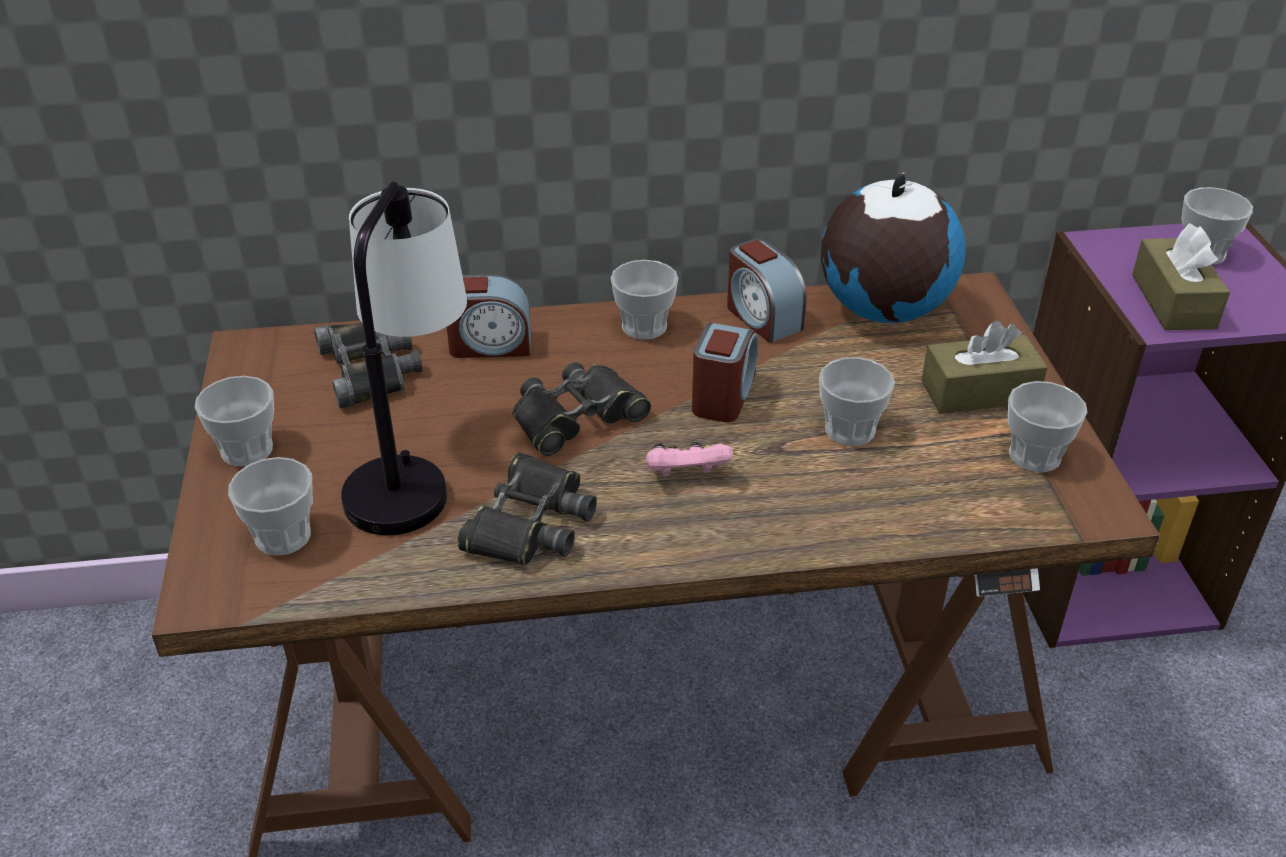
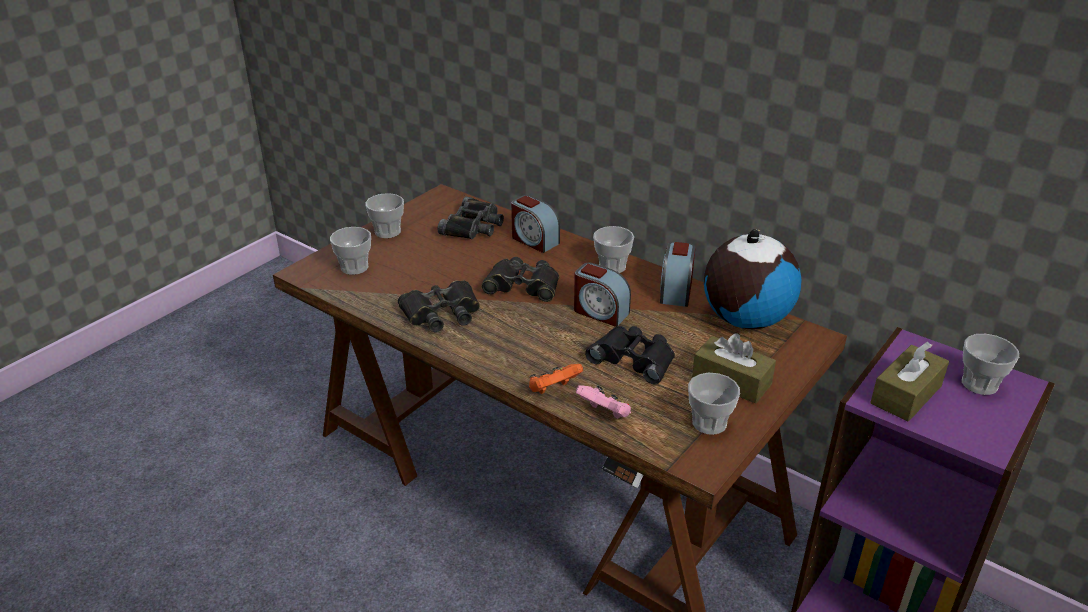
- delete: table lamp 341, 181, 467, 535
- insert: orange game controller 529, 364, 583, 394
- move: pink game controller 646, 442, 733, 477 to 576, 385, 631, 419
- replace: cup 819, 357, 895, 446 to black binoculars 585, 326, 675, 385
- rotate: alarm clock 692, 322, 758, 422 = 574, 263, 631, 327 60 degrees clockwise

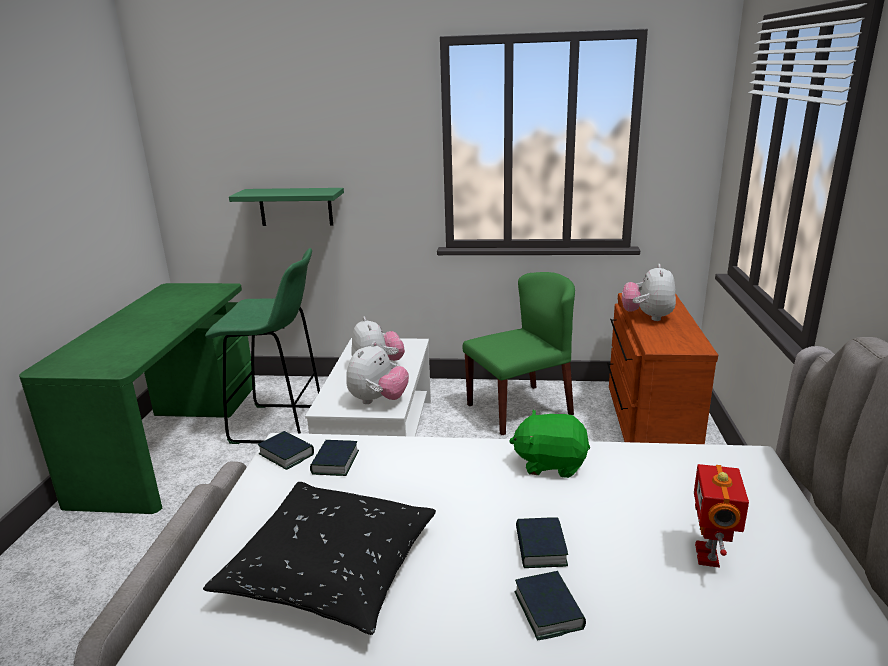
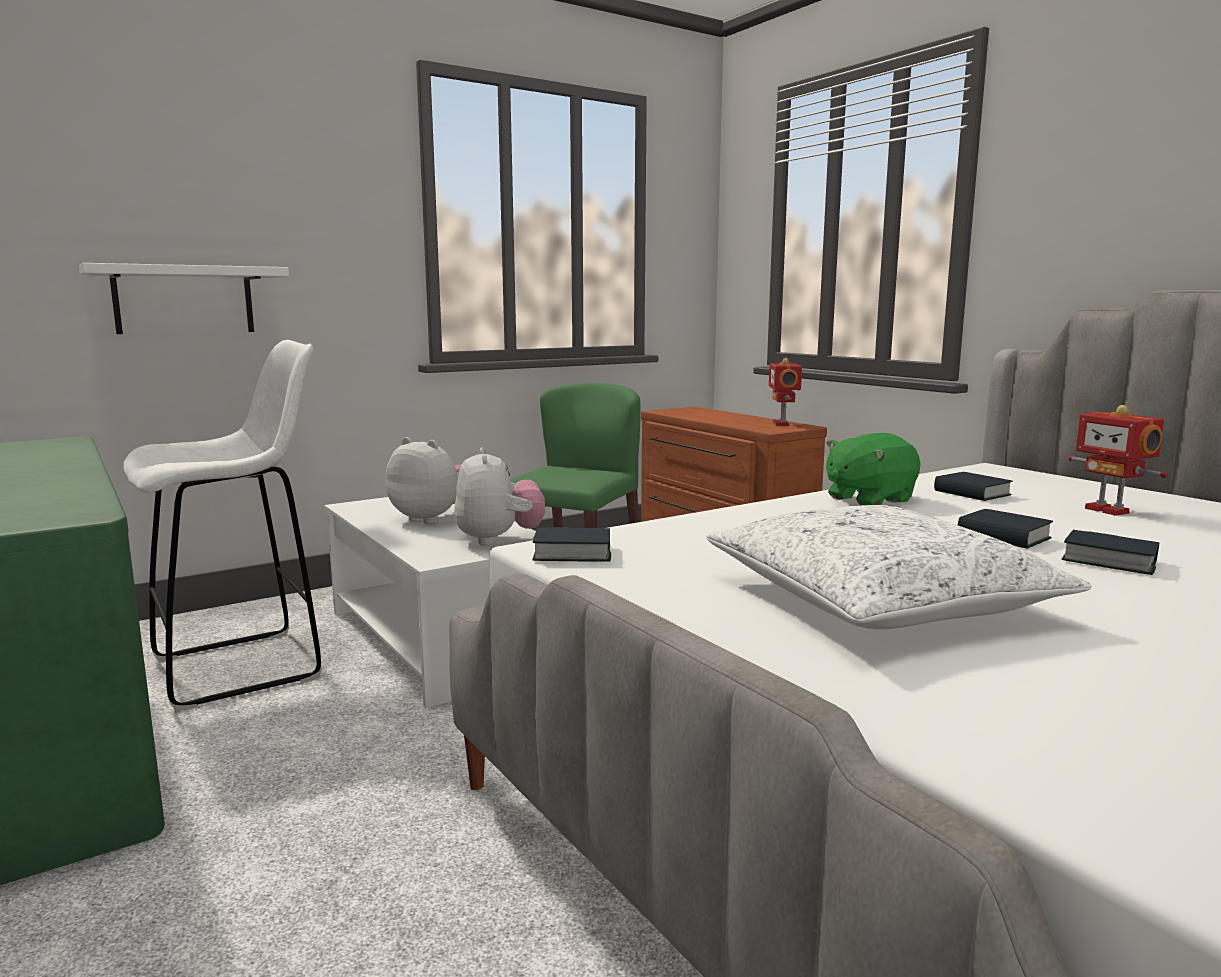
- delete: plush toy 622, 264, 676, 321
- insert: toy robot 769, 358, 802, 426
- move: book 310, 440, 359, 476 to 934, 472, 1013, 501
- recolor: black pillow 203, 482, 436, 635 to white pillow 706, 505, 1091, 629
- recolor: green stool 205, 248, 320, 444 to white stool 123, 340, 322, 711
- recolor: green shelf 229, 188, 344, 226 to white shelf 79, 263, 289, 334

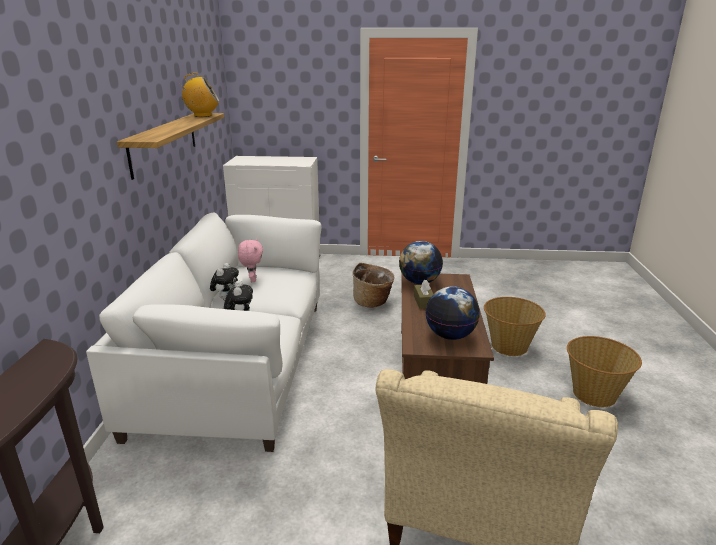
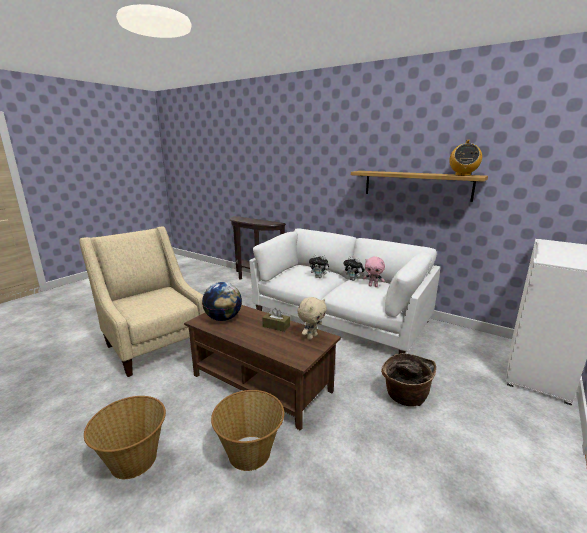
- replace: globe 399, 241, 443, 284 to beige plush toy 297, 297, 327, 340

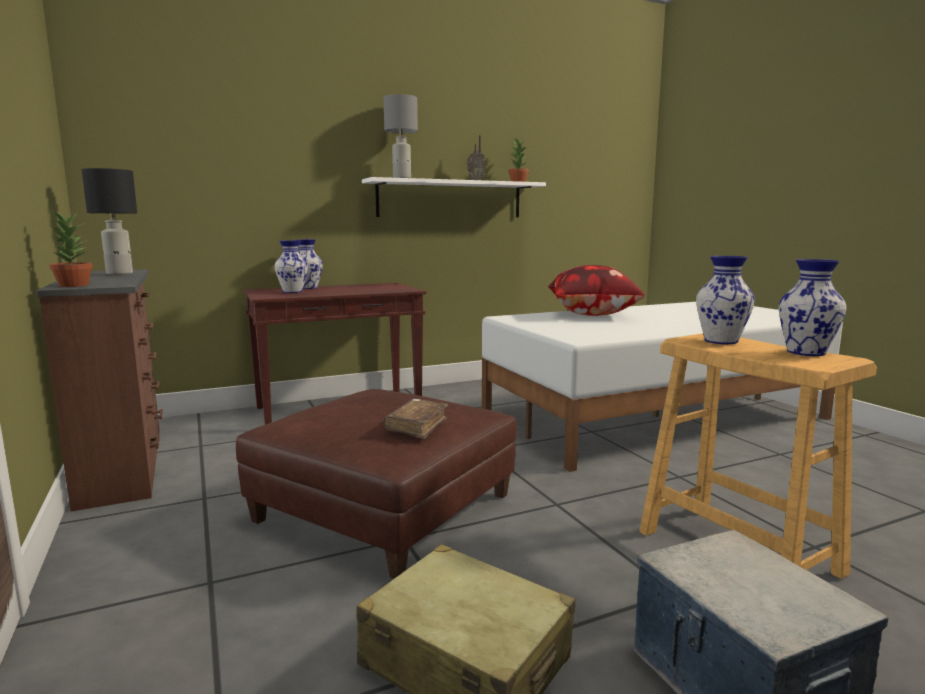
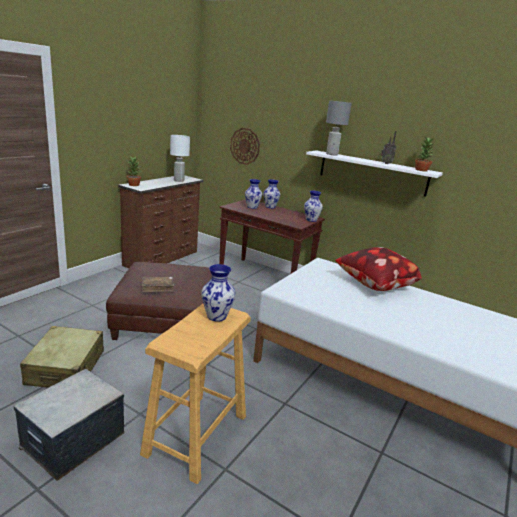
- insert: wall clock 230, 128, 260, 165
- move: vase 779, 259, 847, 356 to 304, 191, 323, 222
- recolor: black table lamp 82, 168, 137, 275 to white table lamp 170, 135, 190, 182

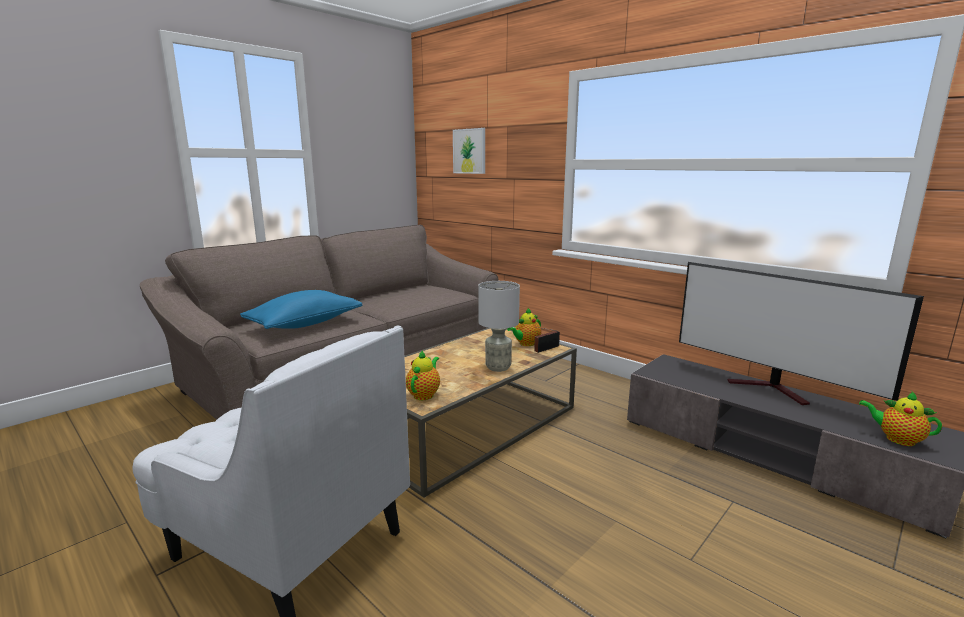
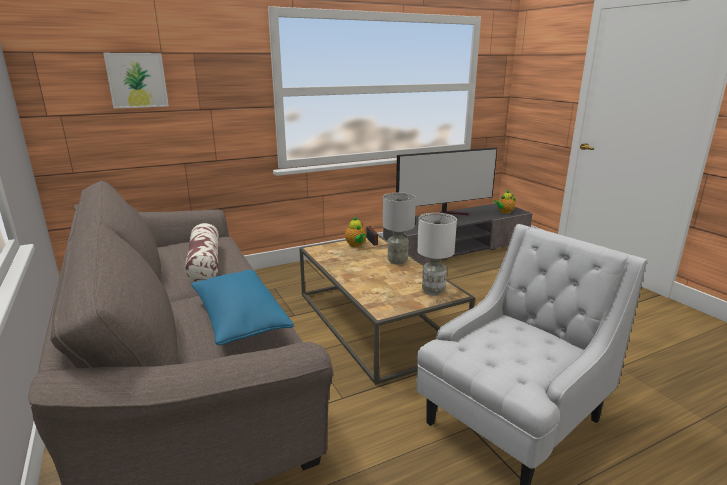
- insert: pillow 185, 223, 219, 282
- replace: teapot 406, 350, 440, 400 to white table lamp 417, 213, 457, 296

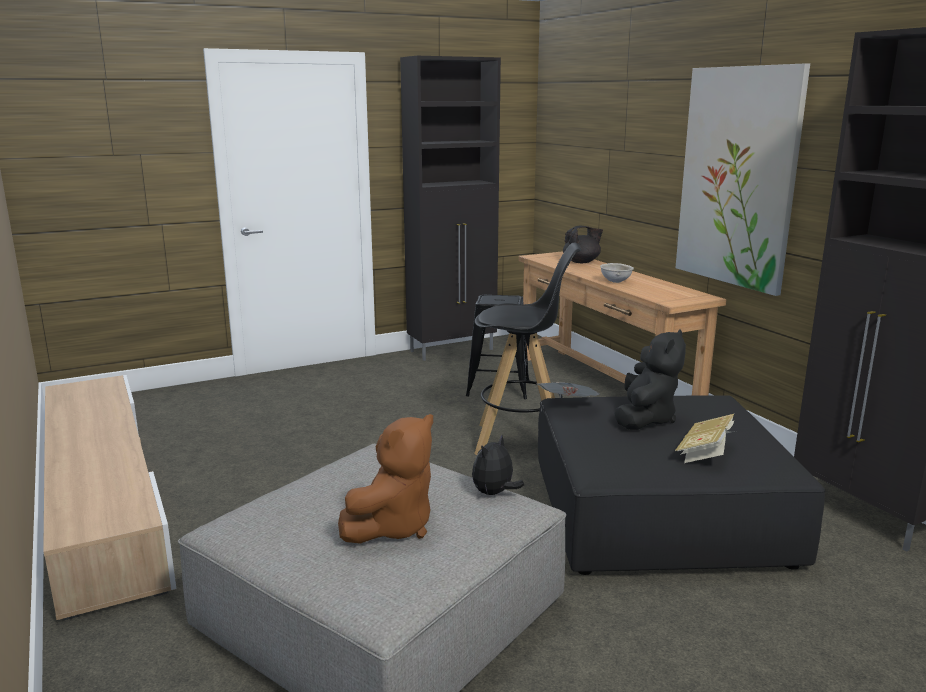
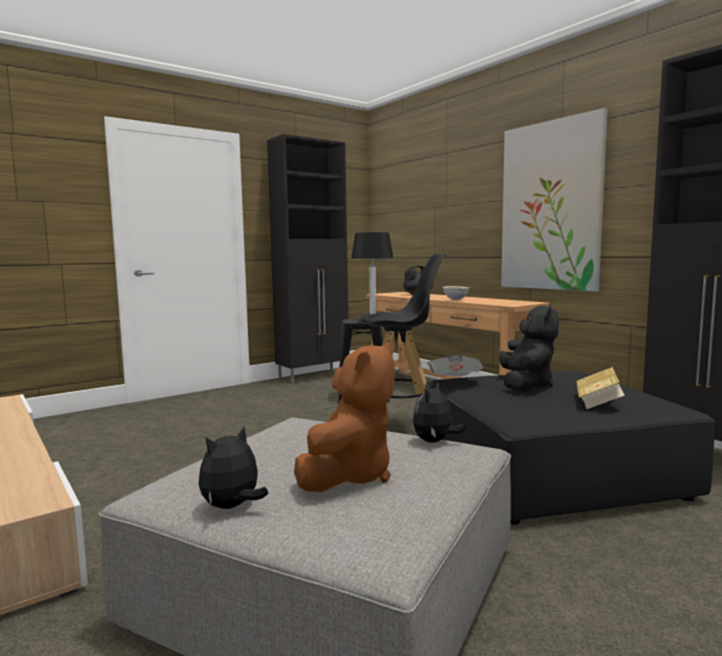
- insert: plush toy 199, 426, 268, 509
- insert: table lamp 351, 232, 394, 315

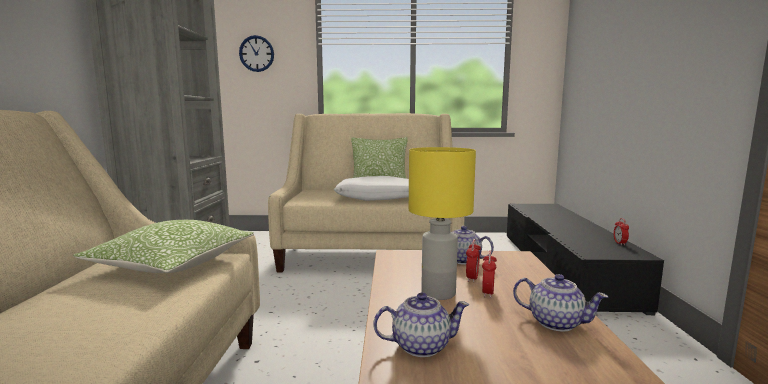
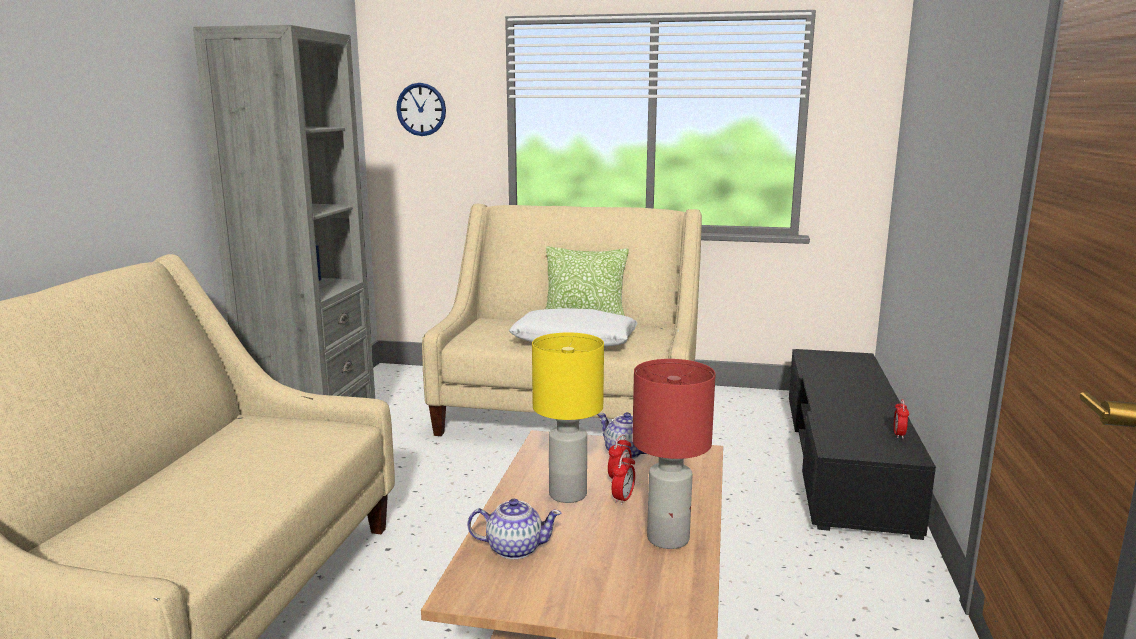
- delete: pillow 73, 220, 254, 273
- replace: teapot 513, 274, 608, 332 to red table lamp 632, 359, 716, 549

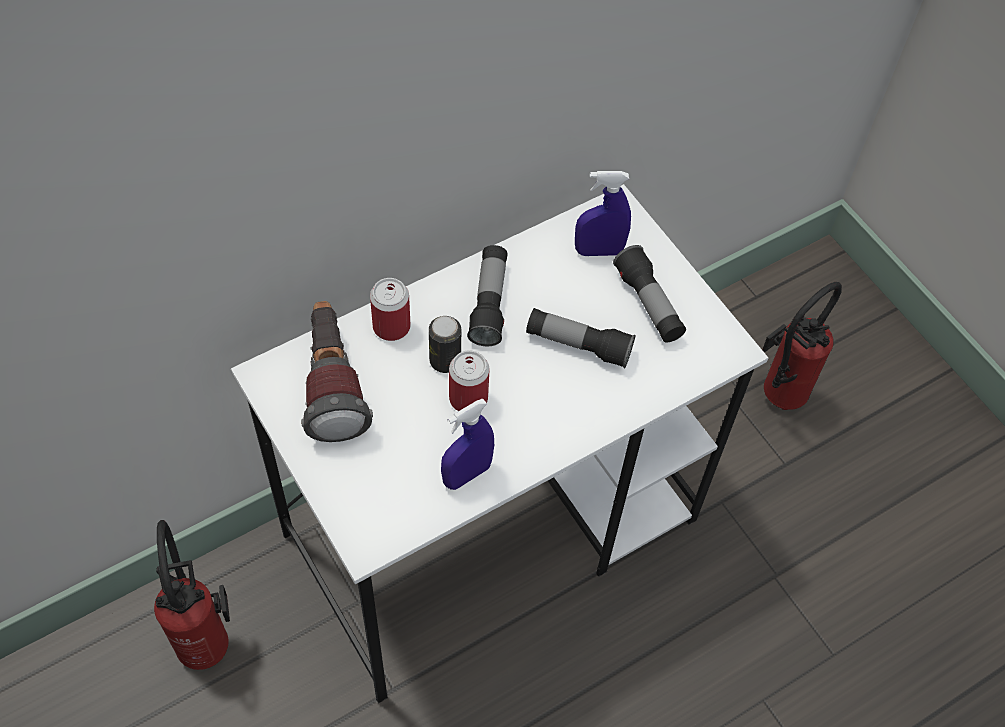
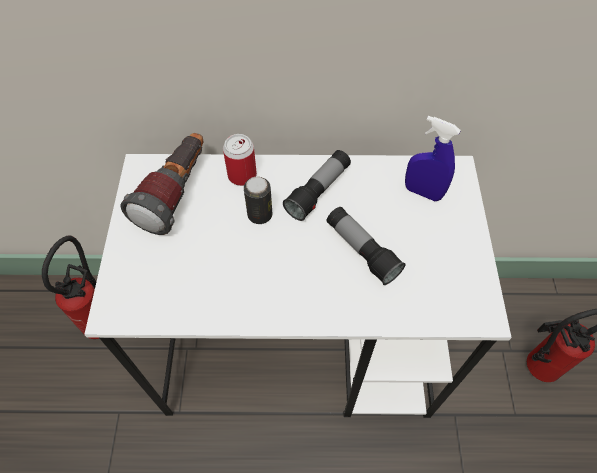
- delete: blue spray bottle 441, 399, 494, 490
- delete: can 449, 350, 490, 411
- delete: flashlight 613, 245, 686, 343

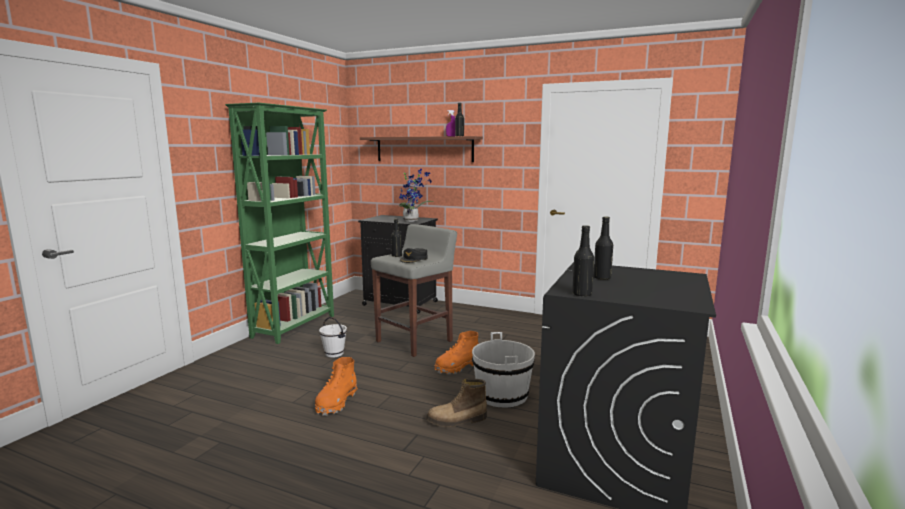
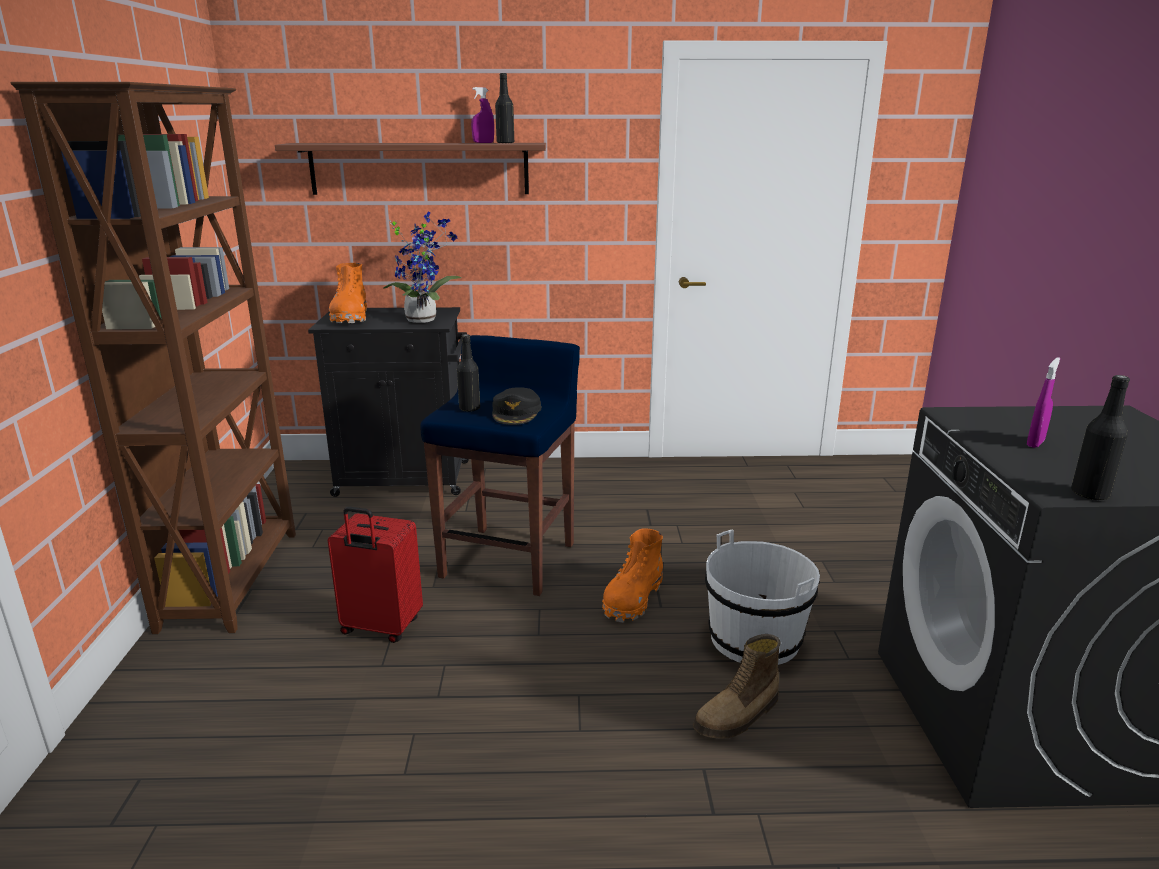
- move: orange boot 315, 357, 357, 416 to 329, 263, 367, 323
- replace: white bucket 319, 317, 347, 358 to red suitcase 328, 506, 423, 643
- replace: black bottle 593, 217, 613, 280 to purple spray bottle 1027, 357, 1060, 448
- recolor: green bookcase 225, 103, 334, 344 to brown bookcase 10, 82, 296, 634
- recolor: grey stool 371, 224, 457, 357 to blue stool 420, 335, 580, 596

